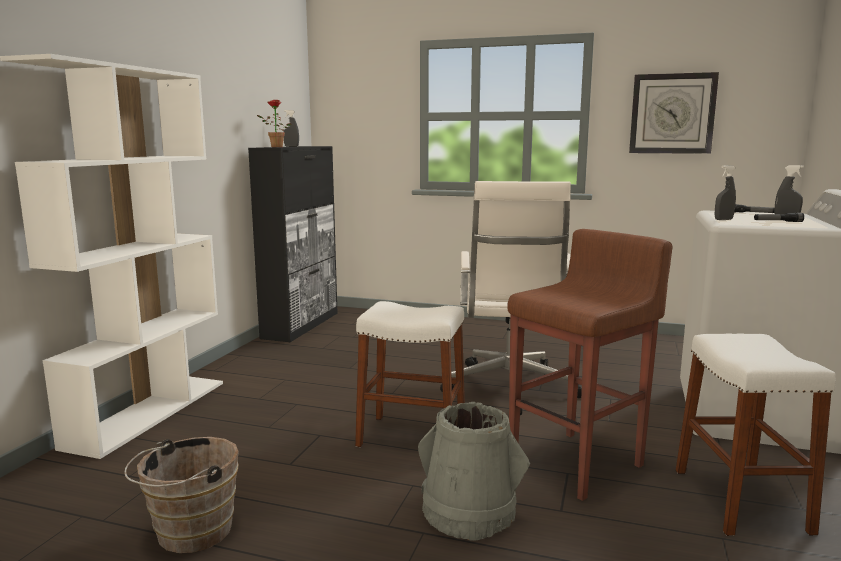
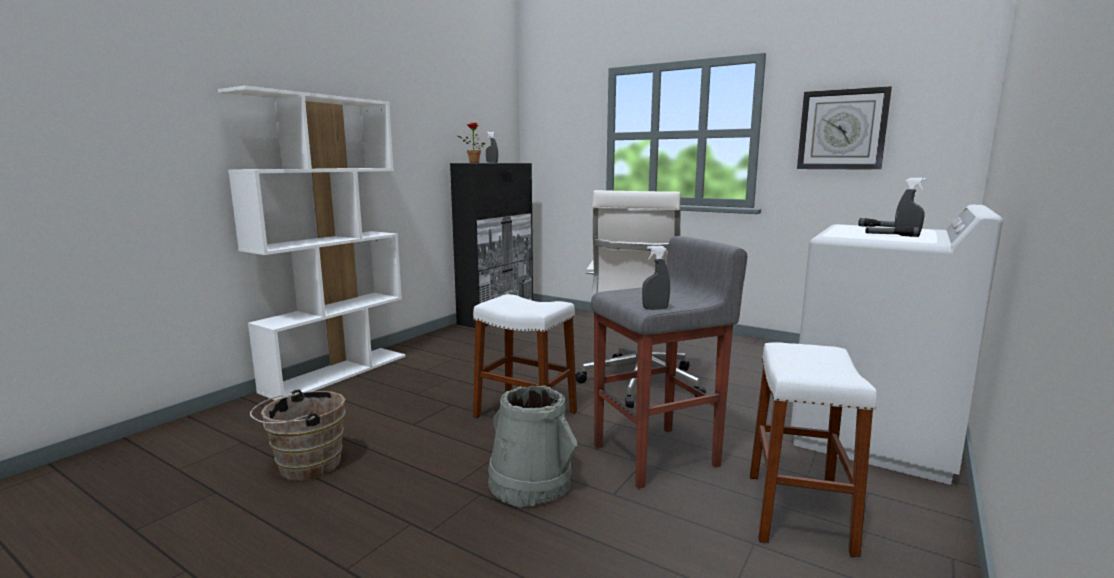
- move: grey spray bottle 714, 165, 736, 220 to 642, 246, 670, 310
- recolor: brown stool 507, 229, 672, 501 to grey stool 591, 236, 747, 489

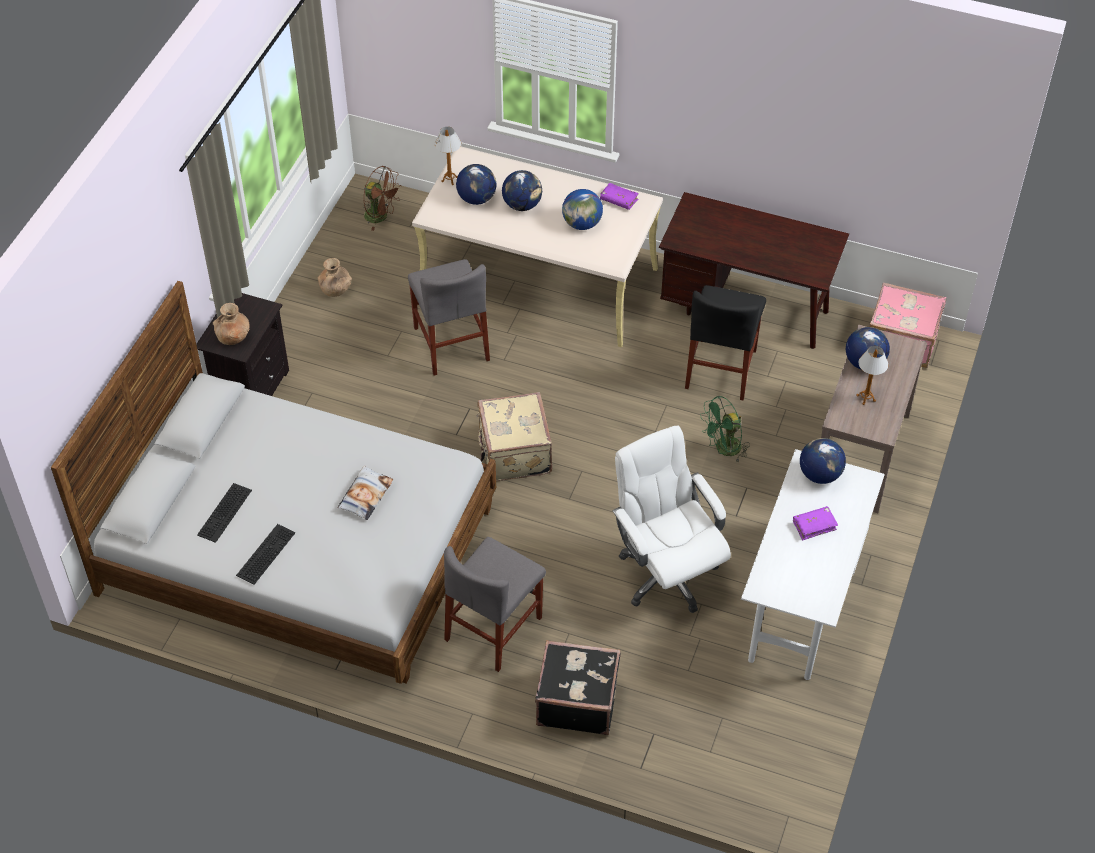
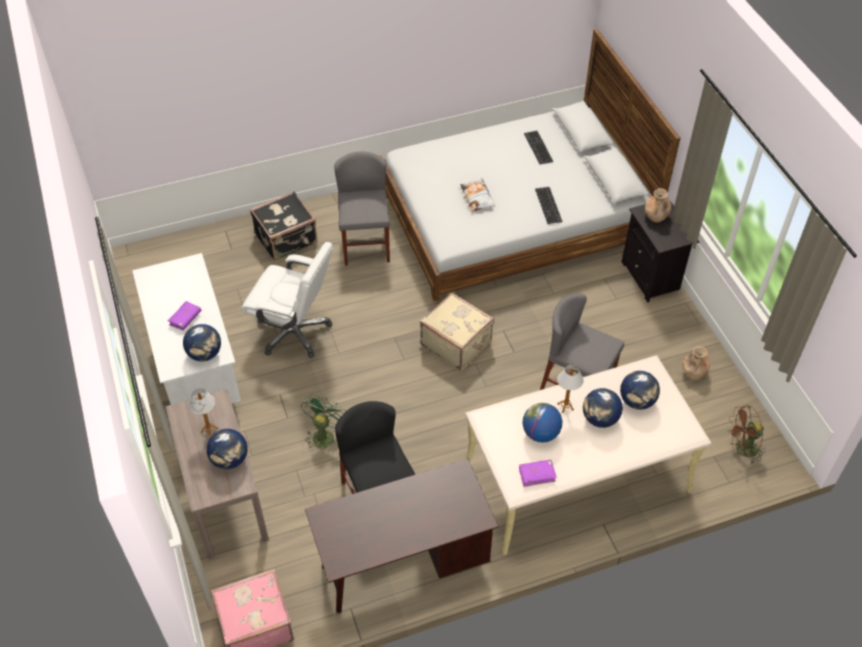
- move: keyboard 236, 524, 295, 584 to 535, 187, 563, 224
- move: table lamp 435, 127, 461, 185 to 557, 364, 583, 413

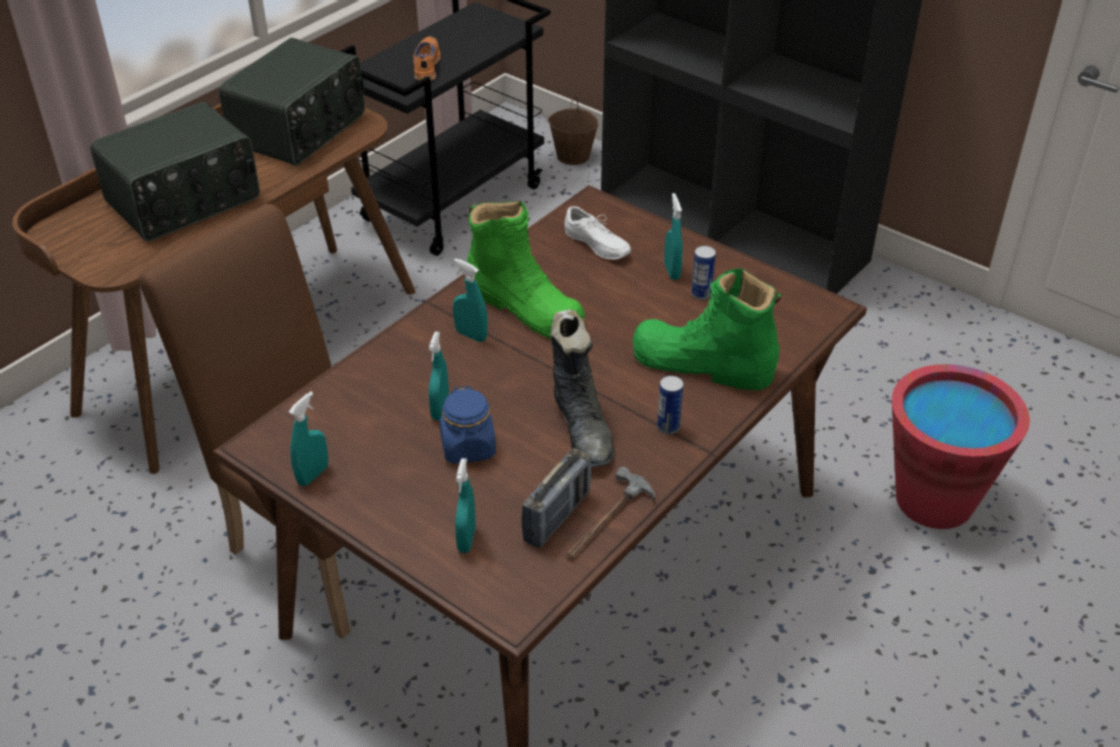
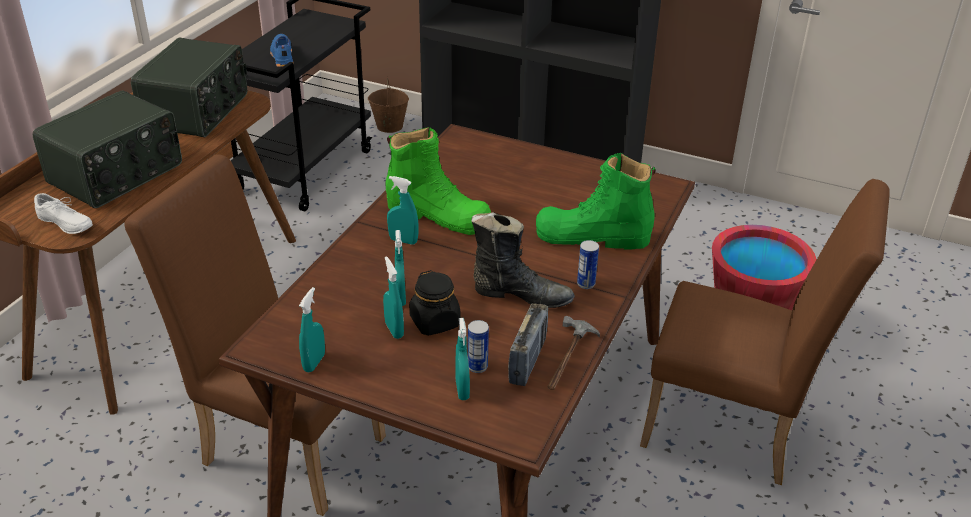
- insert: brown chair 640, 179, 890, 485
- move: white shoe 565, 206, 631, 259 to 34, 193, 93, 234
- move: turquoise spray bottle 664, 193, 683, 280 to 383, 256, 404, 339
- move: can 691, 246, 716, 300 to 468, 320, 489, 373
- recolor: orange shoe 413, 37, 440, 81 to blue shoe 270, 34, 294, 67
- recolor: blue jar 440, 386, 496, 464 to black jar 409, 270, 461, 336
- rotate: black boot 550, 309, 614, 467 = 471, 212, 575, 308 45 degrees counterclockwise

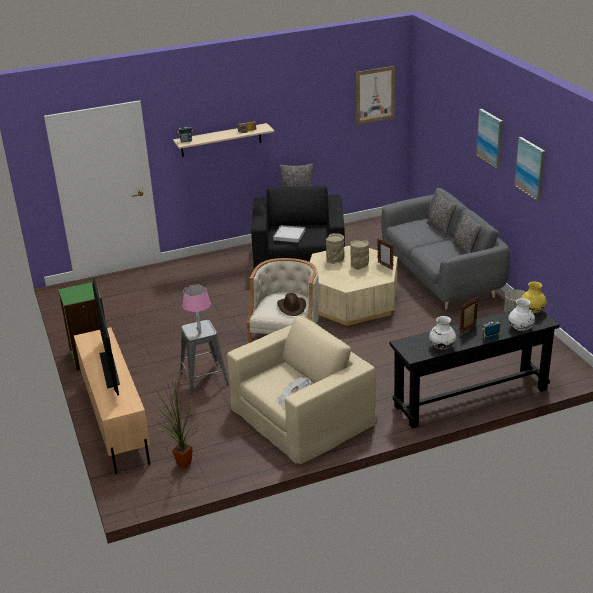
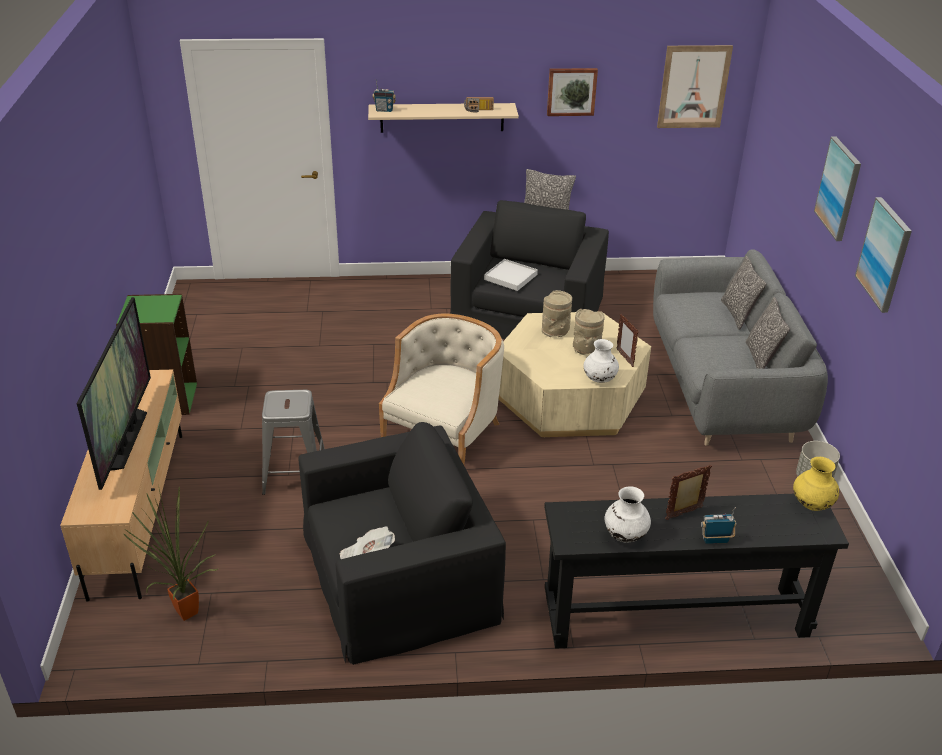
- delete: pink table lamp 182, 285, 211, 335
- delete: brown hat 277, 293, 306, 316
- insert: picture 547, 68, 598, 116
- move: white vase 508, 298, 535, 331 to 583, 339, 619, 383
- recolor: beige armchair 227, 316, 376, 465 to black armchair 298, 422, 506, 665

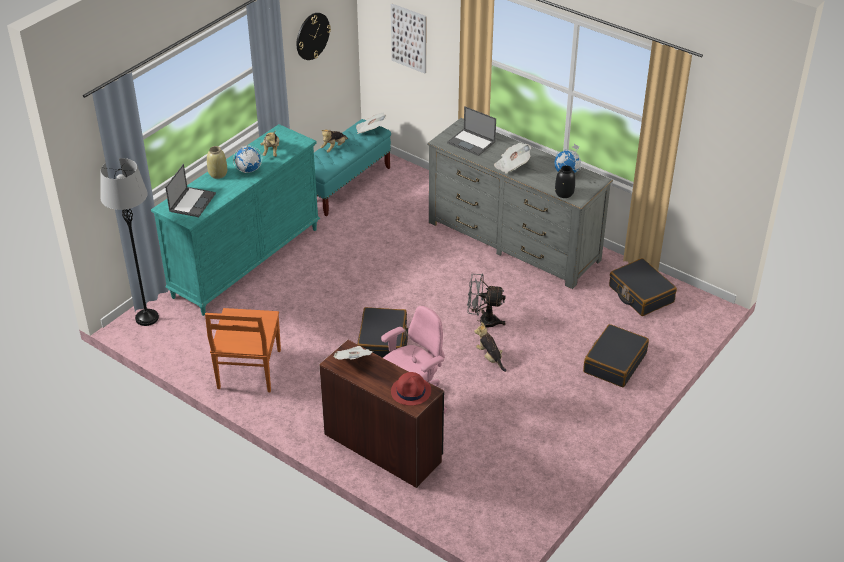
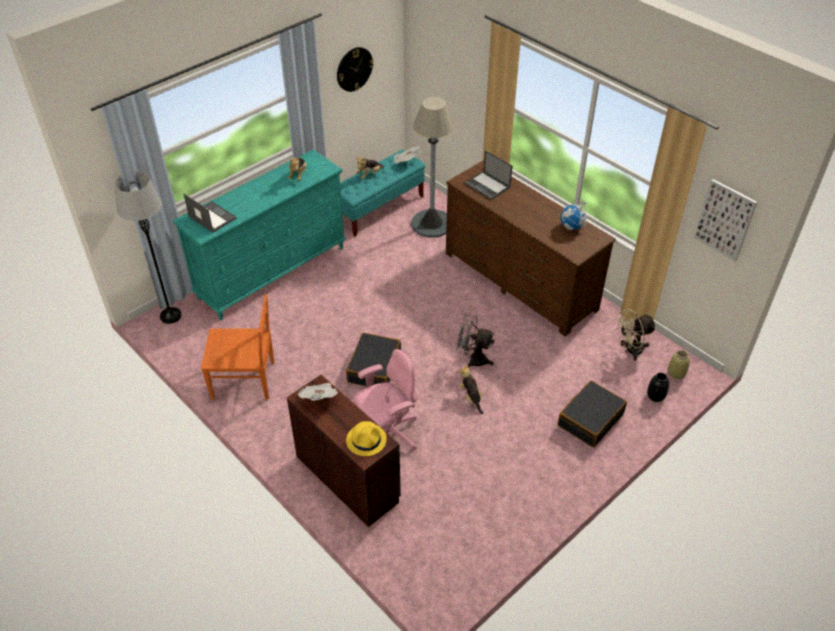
- delete: globe 233, 145, 262, 173
- delete: newspaper 494, 143, 531, 174
- insert: grey floor lamp 411, 97, 454, 238
- move: beige vase 207, 146, 227, 179 to 668, 350, 690, 379
- move: picture 391, 4, 426, 74 to 694, 179, 757, 261
- move: black vase 555, 165, 575, 198 to 647, 373, 669, 402
- replace: black suitcase 609, 258, 677, 316 to beige fan 614, 309, 656, 361
- recolor: red hat 391, 372, 431, 406 to yellow hat 346, 421, 387, 456
- recolor: grey dresser 427, 118, 613, 289 to brown dresser 446, 160, 616, 336
- rotate: laptop 165, 164, 216, 217 = 184, 194, 237, 233 75 degrees counterclockwise
- rotate: orange chair 205, 308, 281, 392 = 201, 294, 274, 400 105 degrees counterclockwise

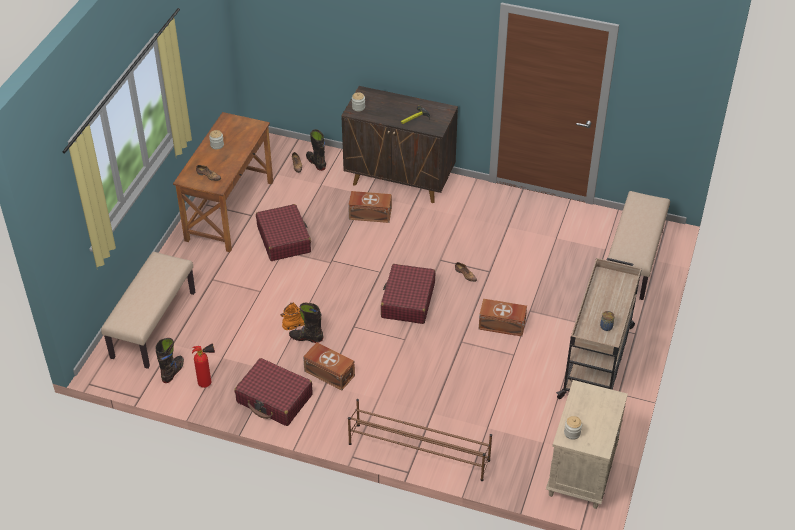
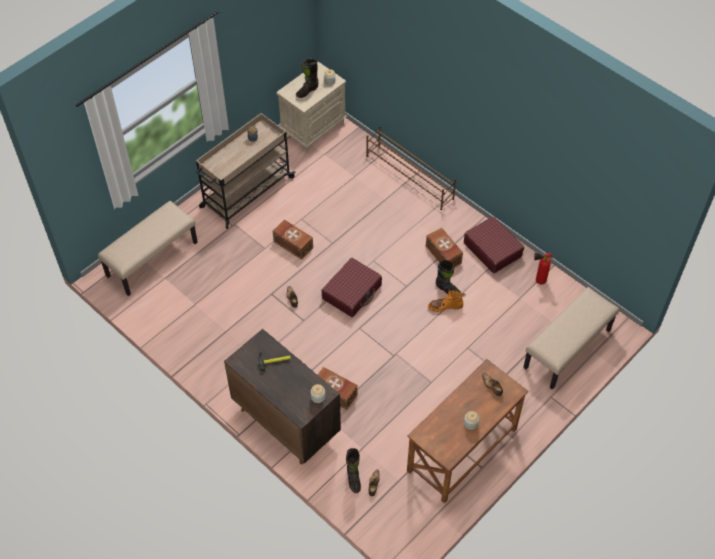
- delete: red suitcase 256, 204, 311, 261
- move: black boot 155, 338, 184, 383 to 296, 59, 318, 98

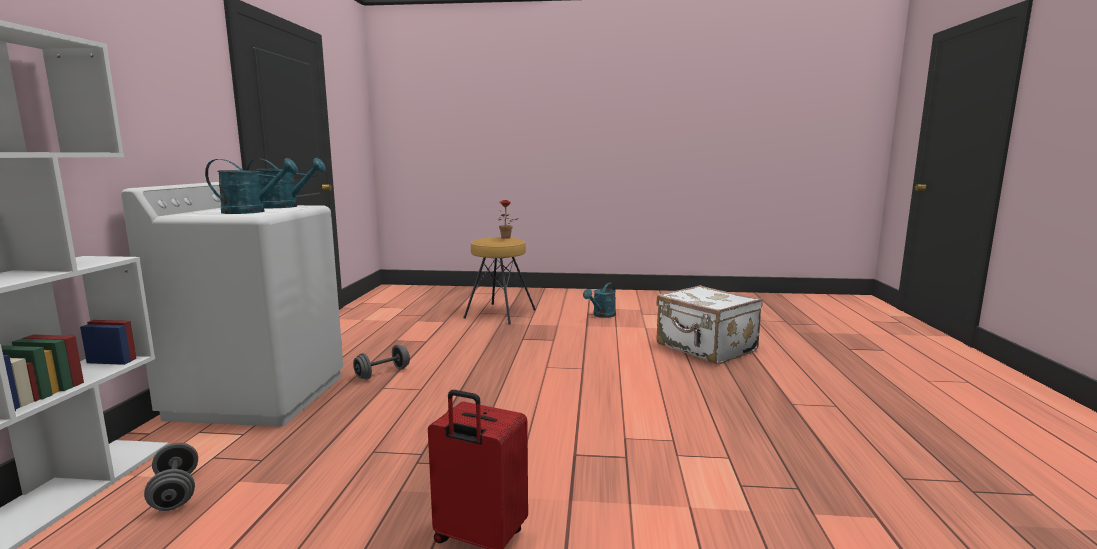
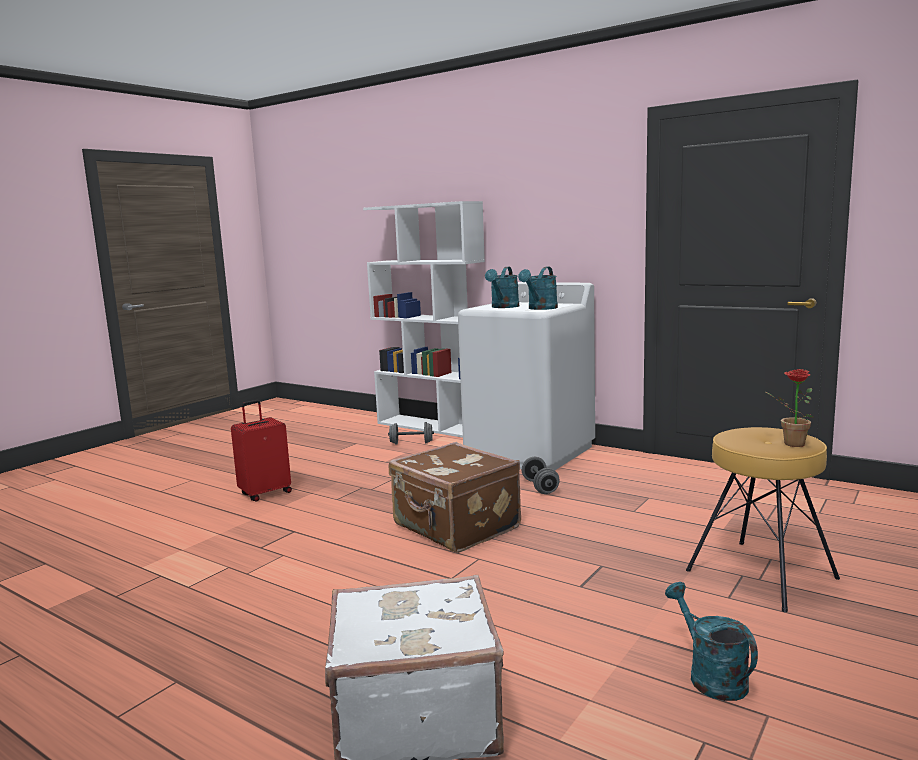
- insert: brown suitcase 389, 442, 521, 553

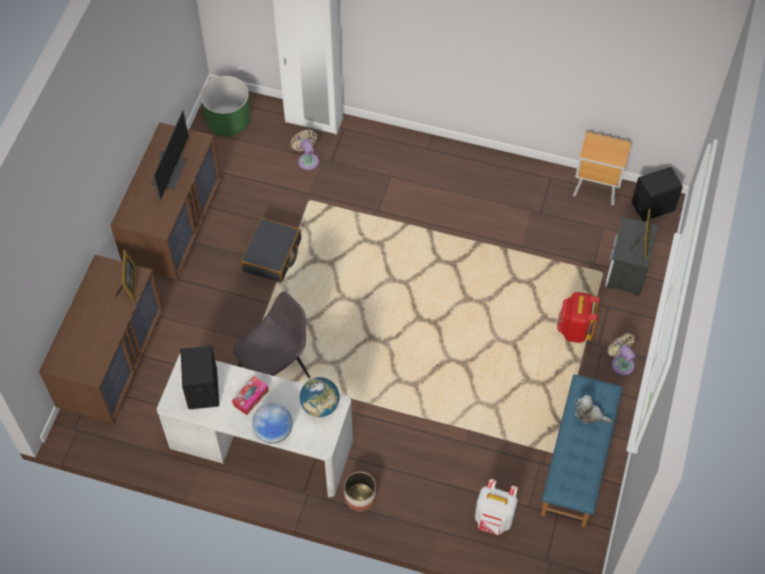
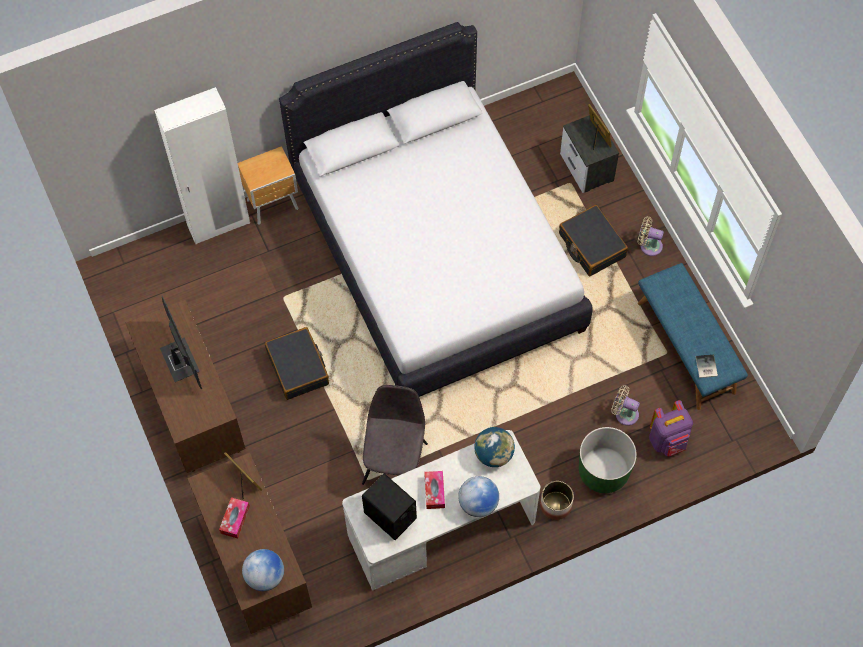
- delete: plush toy 575, 395, 612, 423
- delete: black speaker 632, 167, 683, 222
- insert: tissue box 219, 497, 250, 539
- insert: globe 242, 549, 284, 591
- insert: white bed 279, 22, 593, 397
- insert: book 696, 354, 718, 378
- move: green planter 200, 76, 250, 136 to 579, 427, 637, 493
- move: beige fan 291, 130, 319, 170 to 611, 385, 640, 426
- move: brown nightstand 573, 131, 631, 206 to 238, 146, 298, 225
- replace: red backpack 557, 292, 600, 343 to black suitcase 559, 205, 628, 276
- recolor: white backpack 475, 479, 518, 535 to purple backpack 649, 400, 693, 456

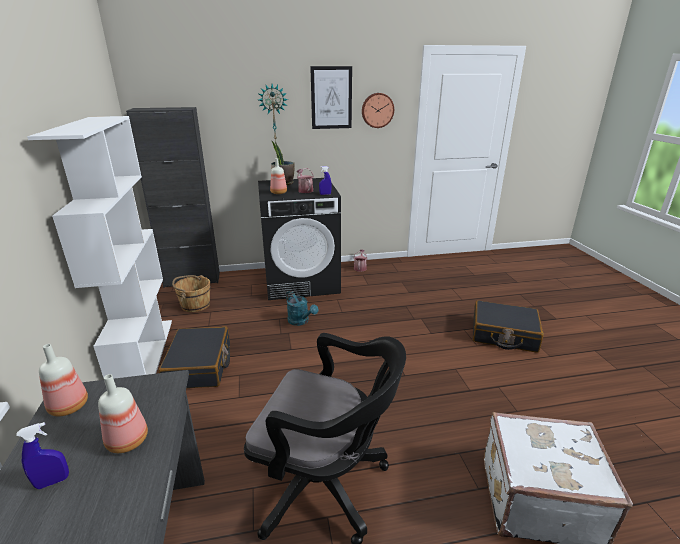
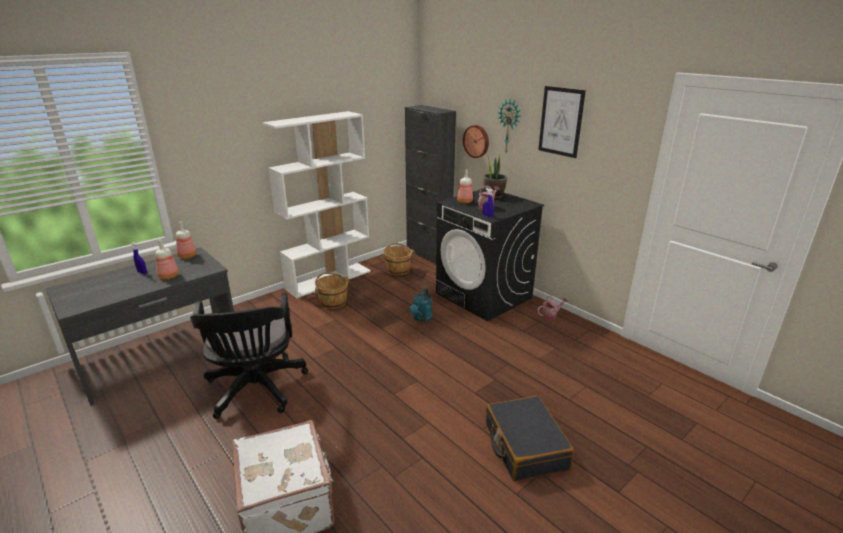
- move: wall clock 362, 93, 394, 128 to 463, 125, 489, 158
- replace: black suitcase 159, 326, 230, 388 to brown bucket 314, 272, 351, 309

